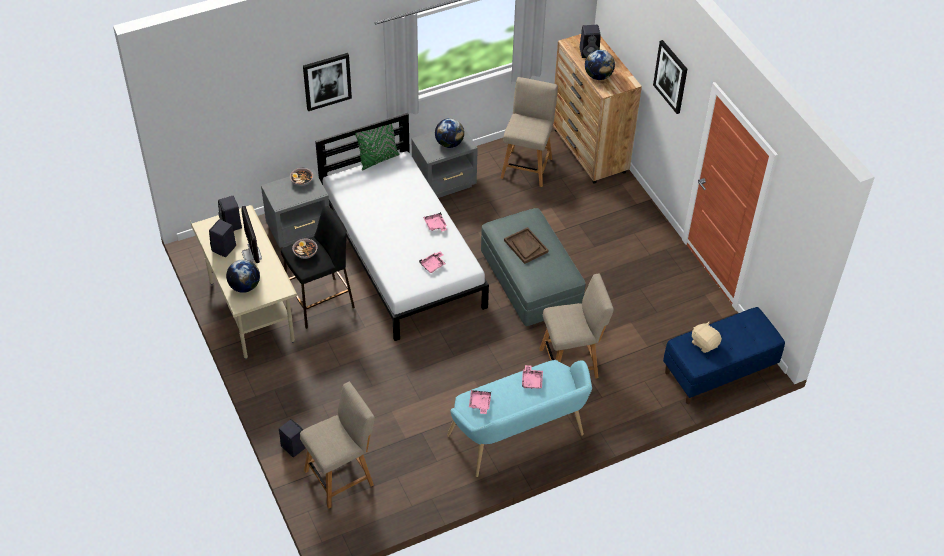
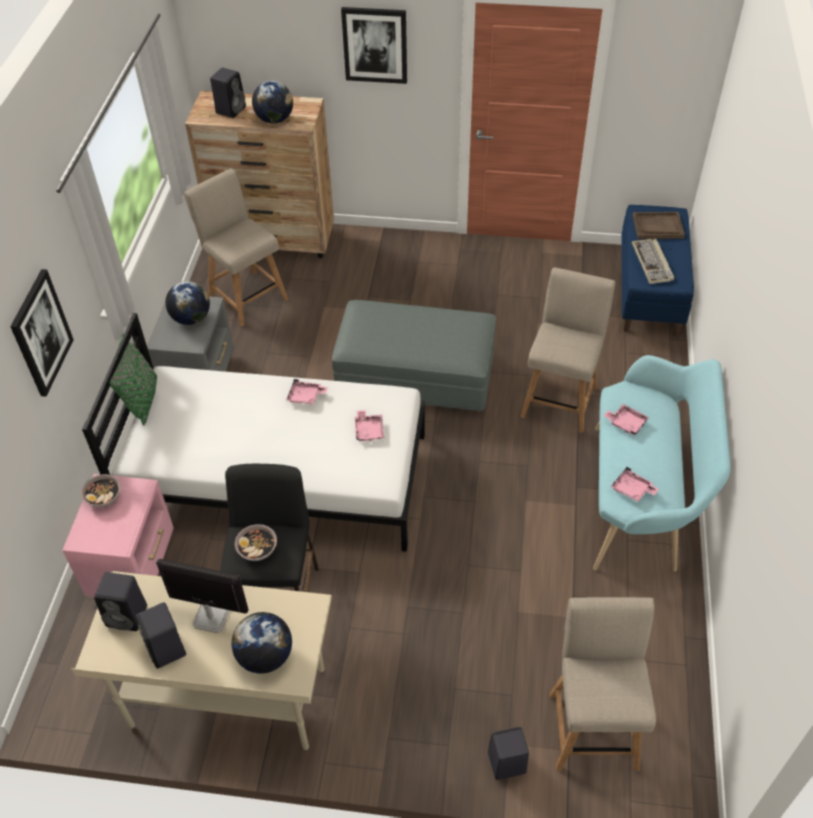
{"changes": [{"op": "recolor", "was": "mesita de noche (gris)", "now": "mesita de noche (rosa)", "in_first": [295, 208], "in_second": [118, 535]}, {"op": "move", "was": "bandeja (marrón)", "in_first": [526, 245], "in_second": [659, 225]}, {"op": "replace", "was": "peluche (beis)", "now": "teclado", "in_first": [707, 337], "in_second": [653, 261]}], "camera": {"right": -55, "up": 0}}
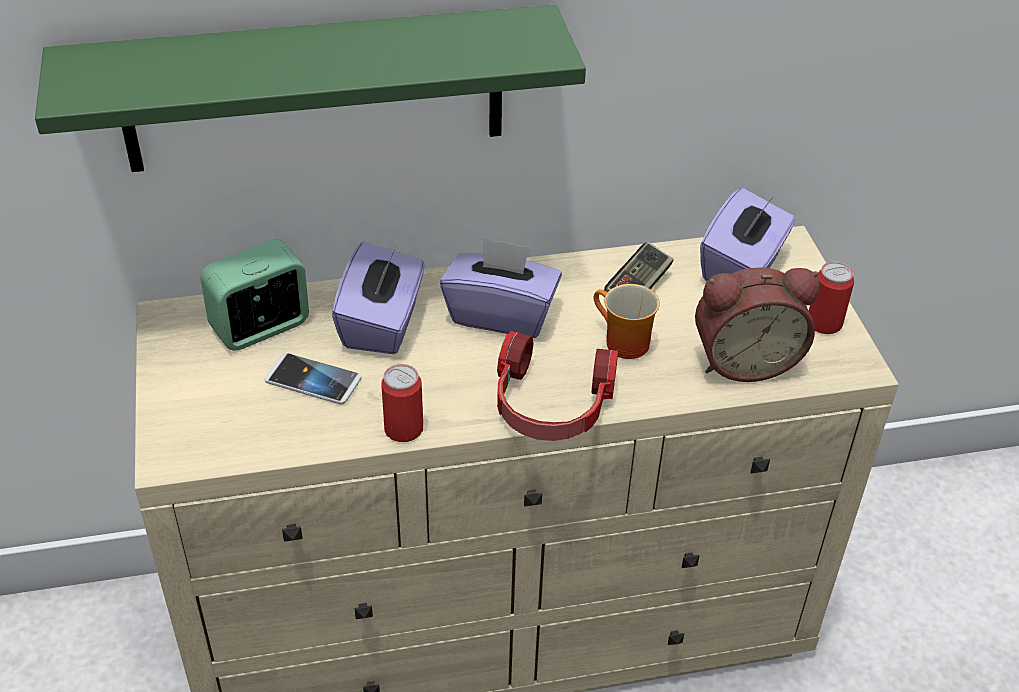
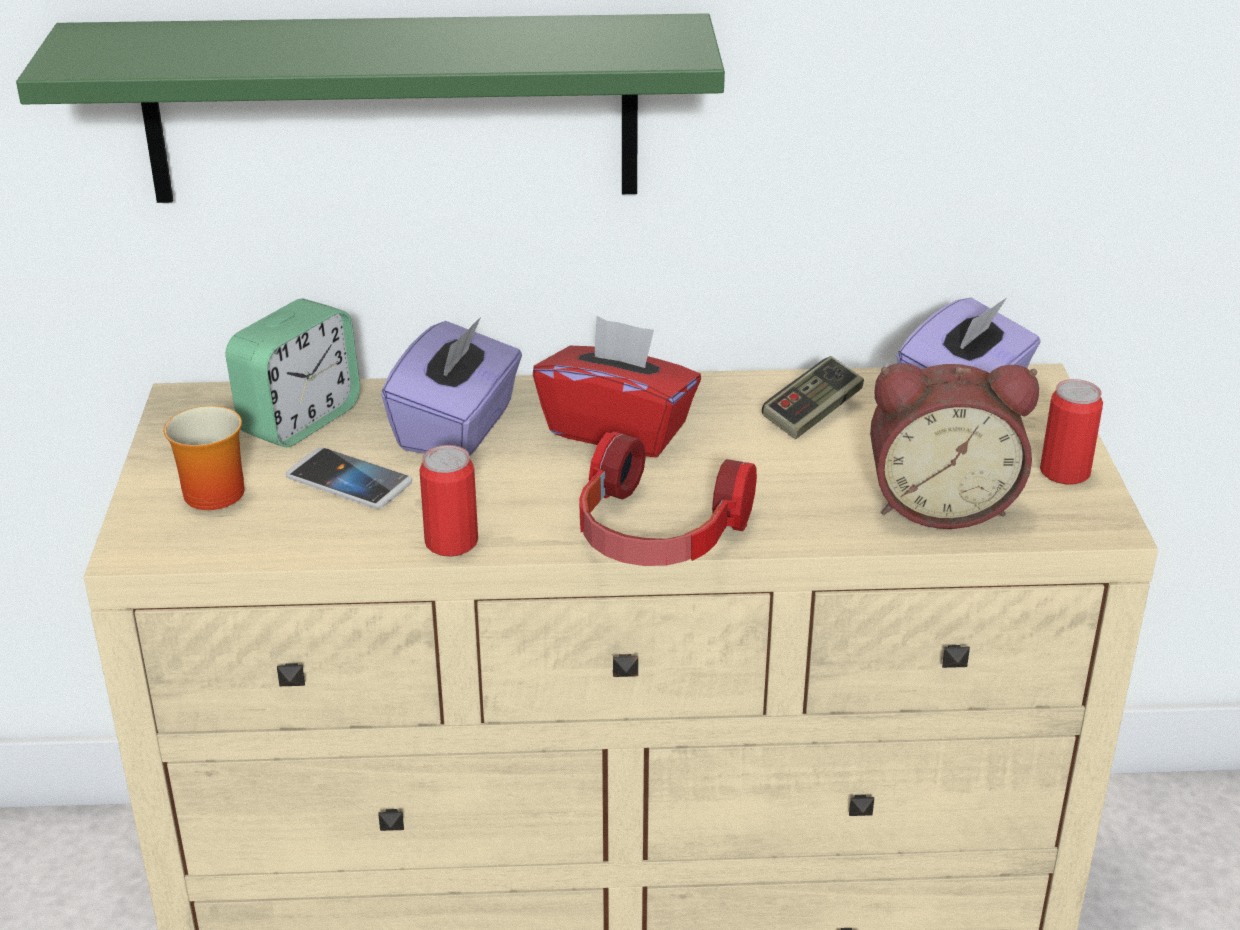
{"changes": [{"op": "recolor", "was": "caja de pañuelos (morado)", "now": "caja de pañuelos (rojo)", "in_first": [501, 287], "in_second": [617, 387]}, {"op": "rotate", "was": "despertador", "in_first": [254, 295], "in_second": [293, 373], "clockwise": 150}, {"op": "move", "was": "taza grande", "in_first": [627, 321], "in_second": [204, 458]}], "camera": {"right": 10, "up": -10}}
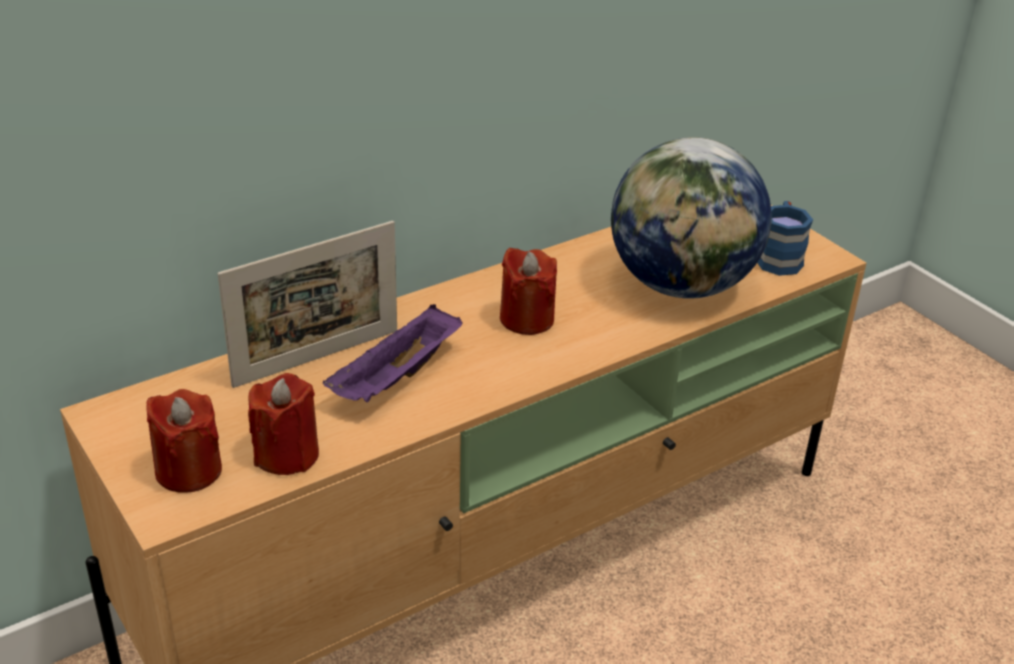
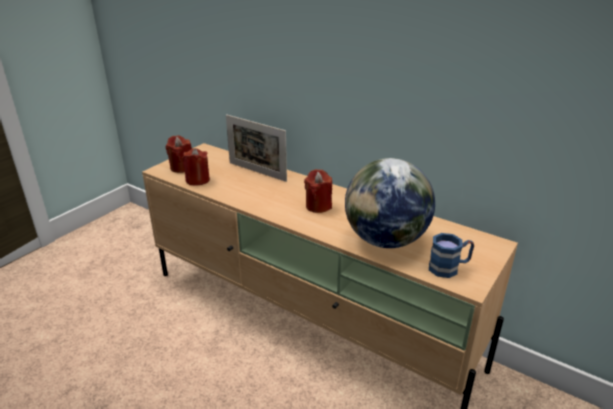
{"changes": [{"op": "delete", "was": "bandeja (morado)", "in_first": [393, 353]}], "camera": {"right": 70, "up": -5}}
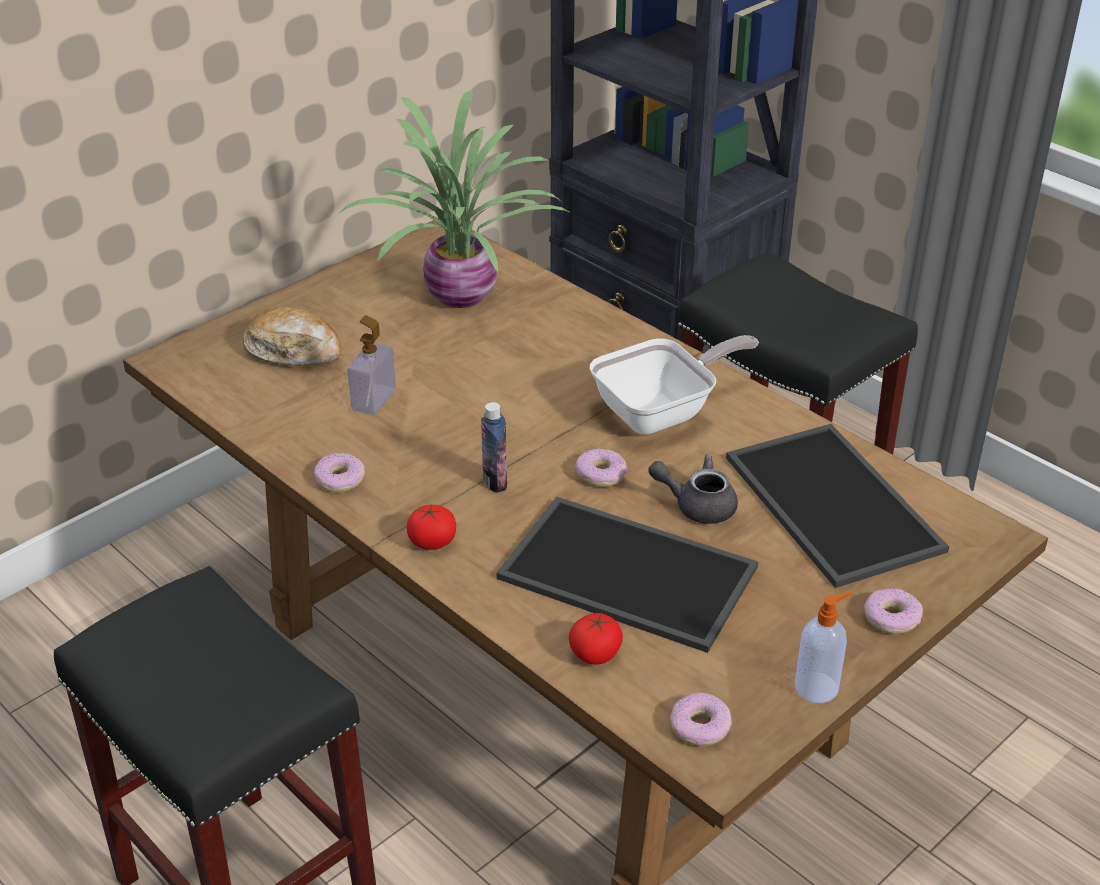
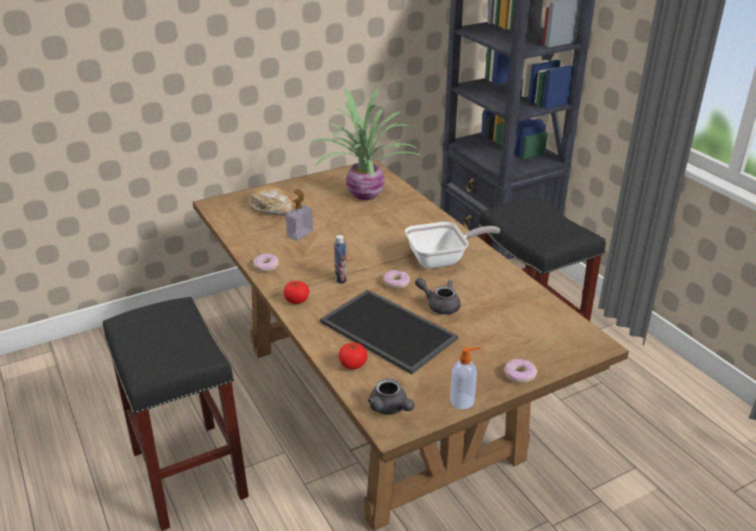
{"changes": [{"op": "delete", "was": "bandeja", "in_first": [837, 506]}, {"op": "replace", "was": "rosquilla", "now": "tetera (gris)", "in_first": [701, 719], "in_second": [391, 397]}], "camera": {"right": 15, "up": -5}}
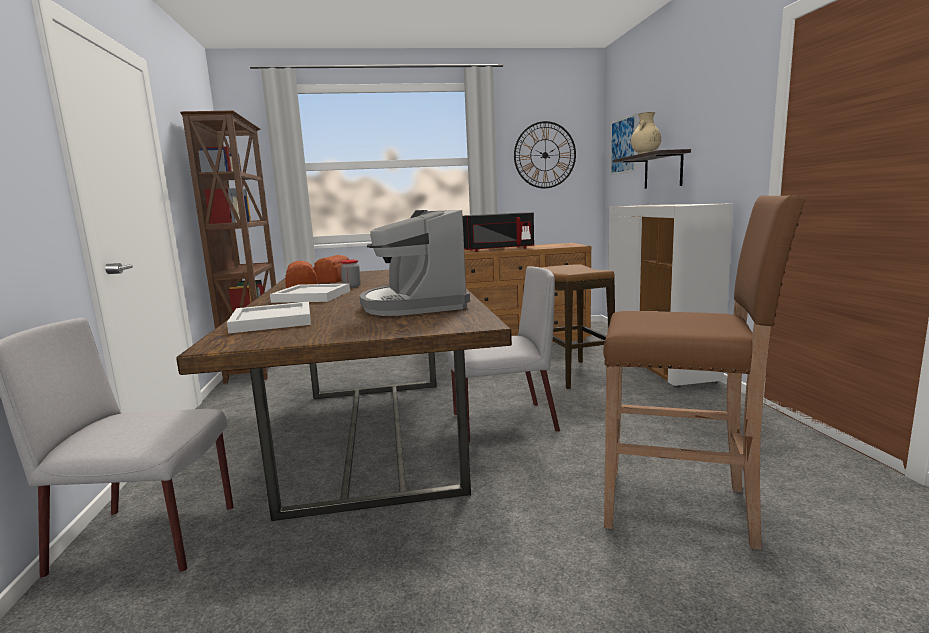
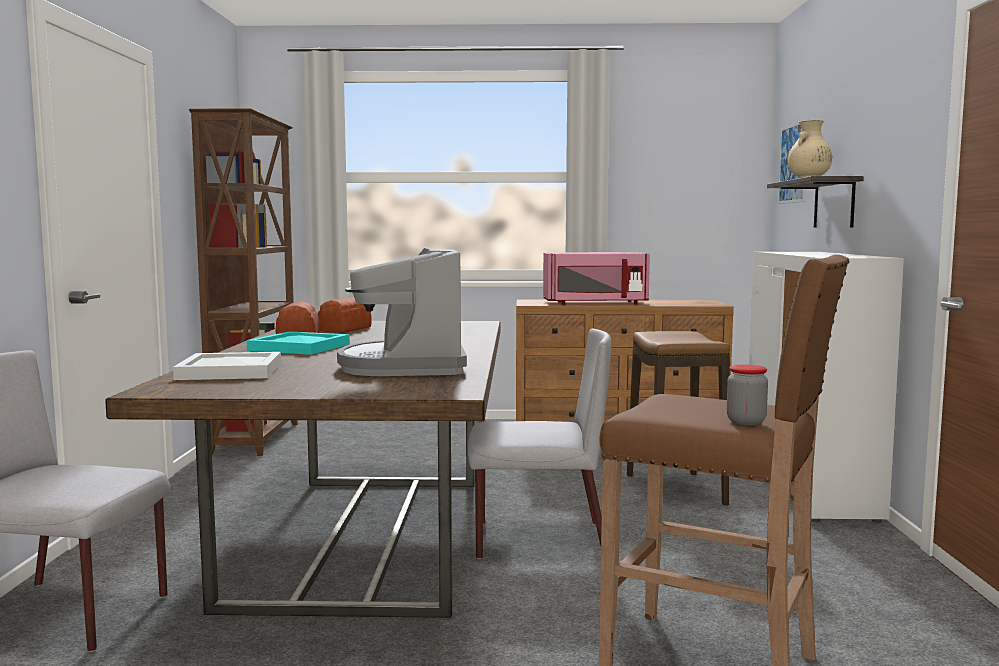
{"changes": [{"op": "delete", "was": "reloj de pared", "in_first": [545, 154]}, {"op": "recolor", "was": "microondas (negro)", "now": "microondas (rosa)", "in_first": [498, 232], "in_second": [596, 278]}, {"op": "move", "was": "tarro", "in_first": [350, 274], "in_second": [747, 394]}, {"op": "recolor", "was": "bandeja (blanco)", "now": "bandeja (turquesa)", "in_first": [310, 293], "in_second": [298, 343]}], "camera": {"right": 10, "up": -5}}
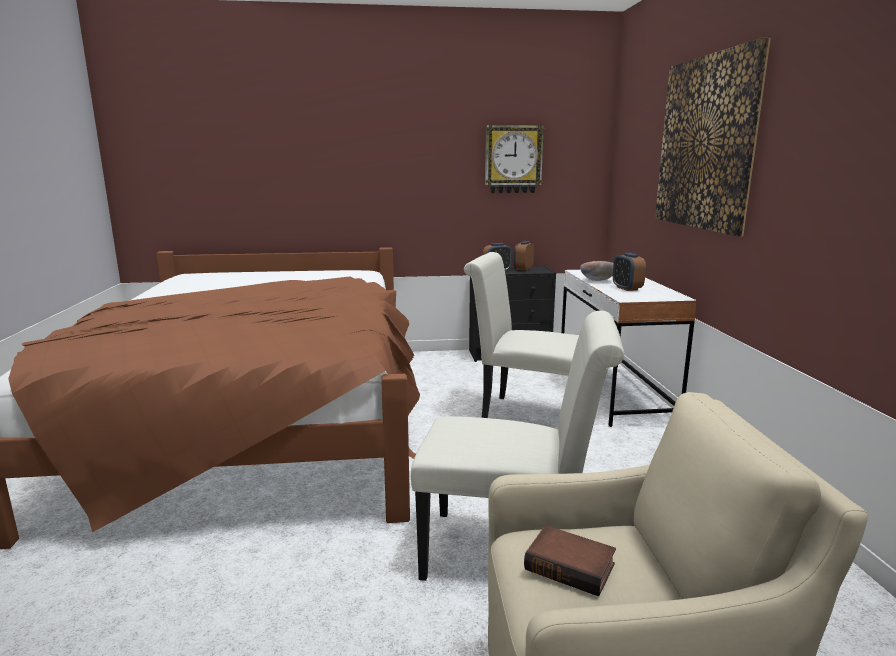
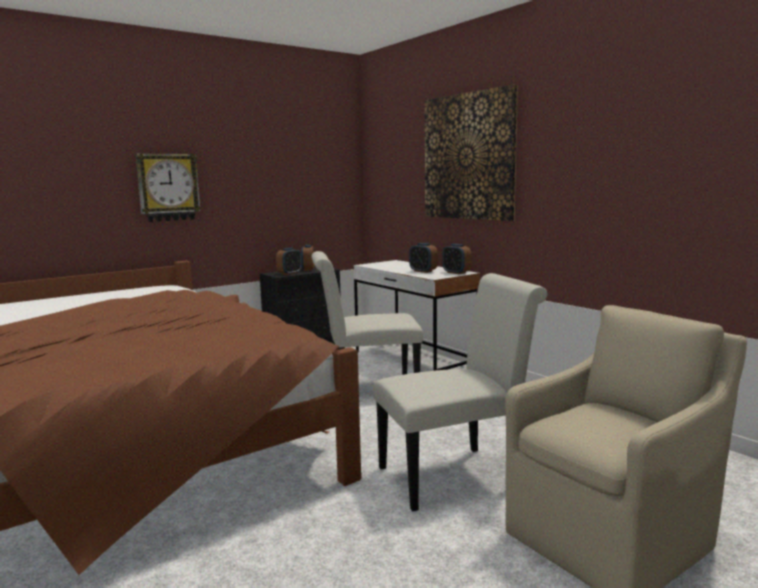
{"changes": [{"op": "move", "was": "reloj de pared", "in_first": [514, 159], "in_second": [168, 187]}, {"op": "delete", "was": "cuenco", "in_first": [597, 271]}, {"op": "delete", "was": "libro", "in_first": [570, 561]}, {"op": "insert", "now": "despertador", "in_second": [456, 259]}], "camera": {"right": -30, "up": -5}}
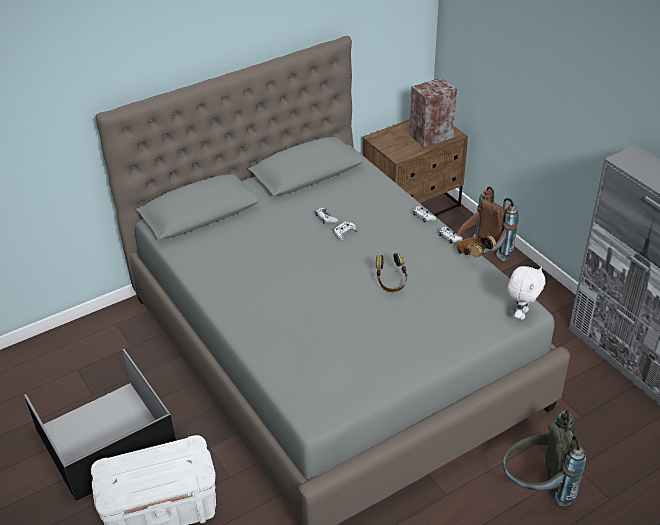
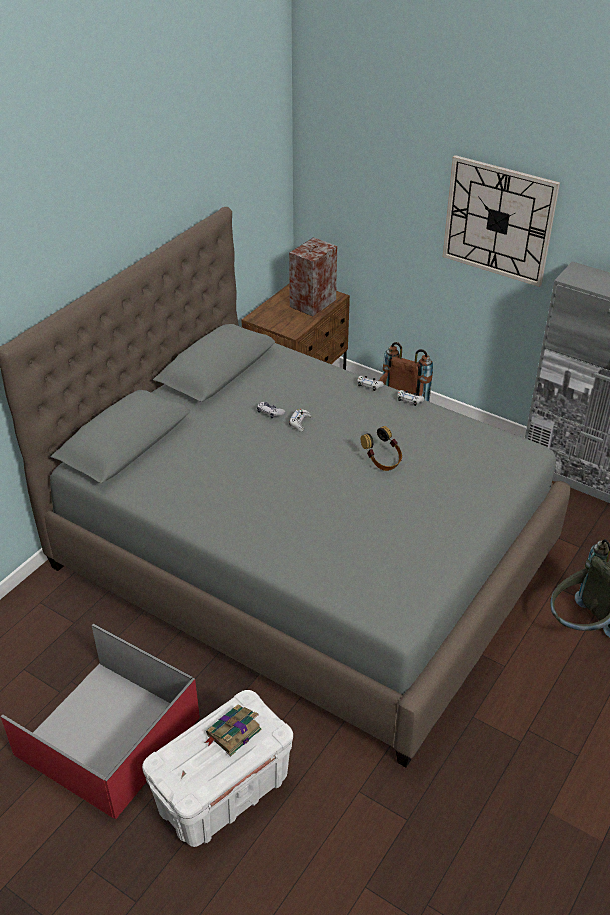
{"changes": [{"op": "delete", "was": "auriculares", "in_first": [476, 246]}, {"op": "delete", "was": "peluche (blanco)", "in_first": [526, 293]}, {"op": "recolor", "was": "caja de almacenaje (negro)", "now": "caja de almacenaje (rojo)", "in_first": [100, 425], "in_second": [100, 721]}, {"op": "insert", "now": "reloj de pared", "in_second": [501, 221]}, {"op": "insert", "now": "libro", "in_second": [233, 730]}], "camera": {"right": -25, "up": 0}}
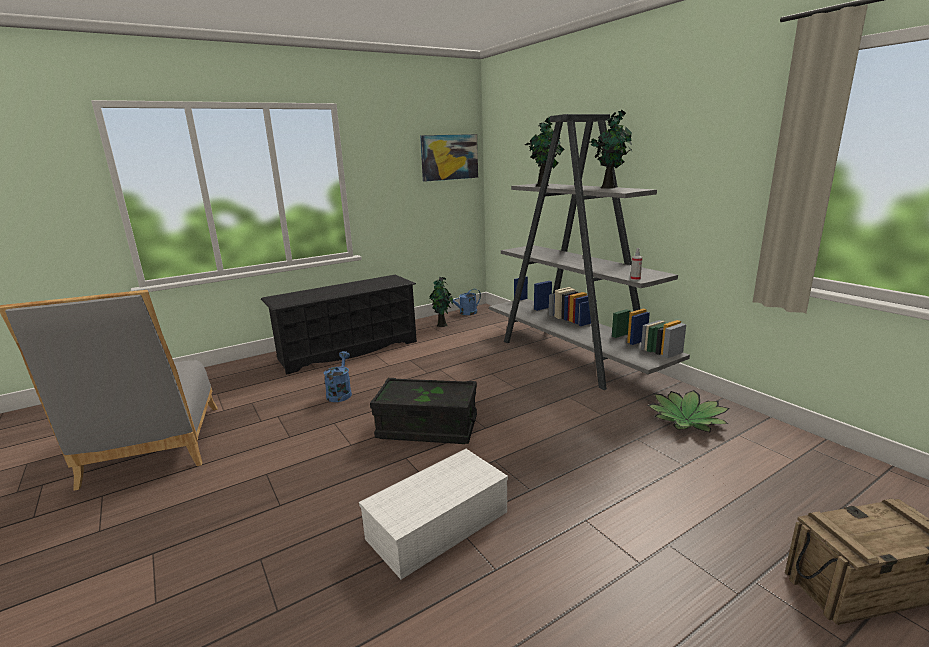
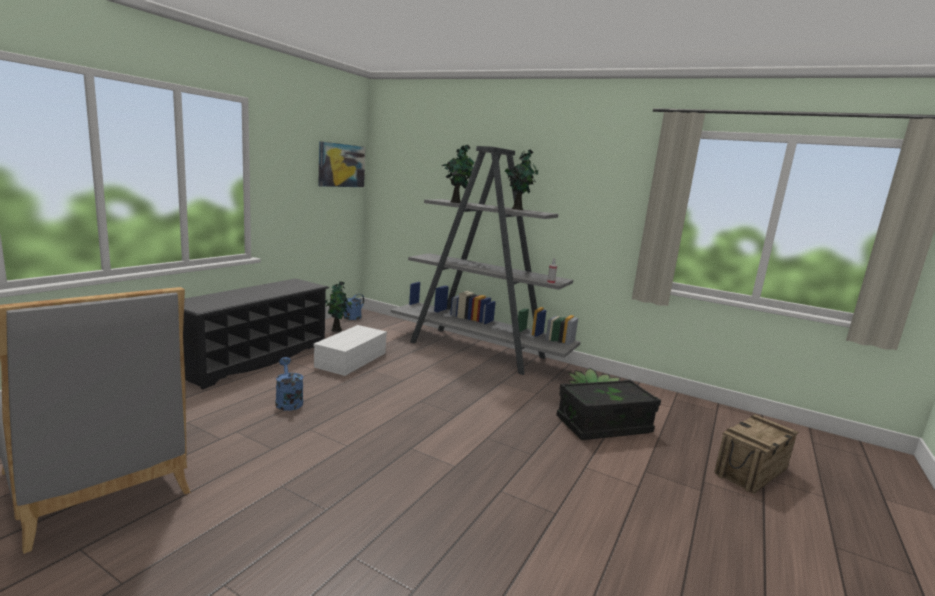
{"changes": [{"op": "move", "was": "caja de almacenaje (negro)", "in_first": [423, 411], "in_second": [609, 410]}, {"op": "move", "was": "caja de almacenaje (blanco)", "in_first": [433, 514], "in_second": [350, 350]}], "camera": {"right": -30, "up": -5}}
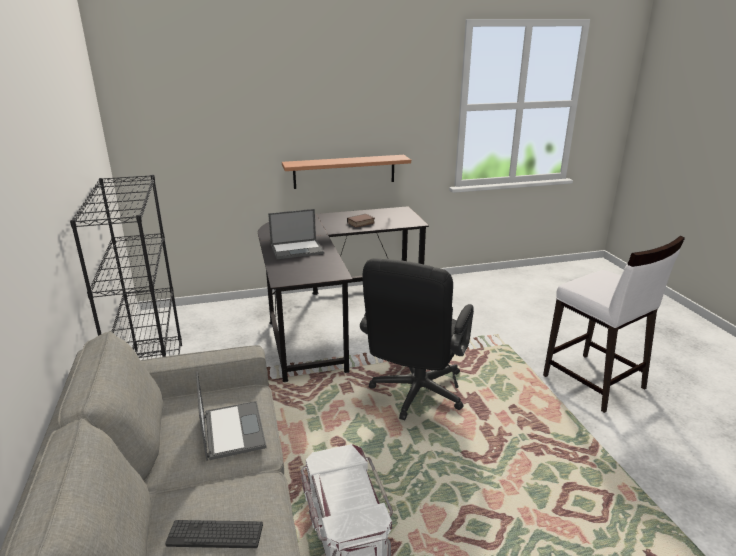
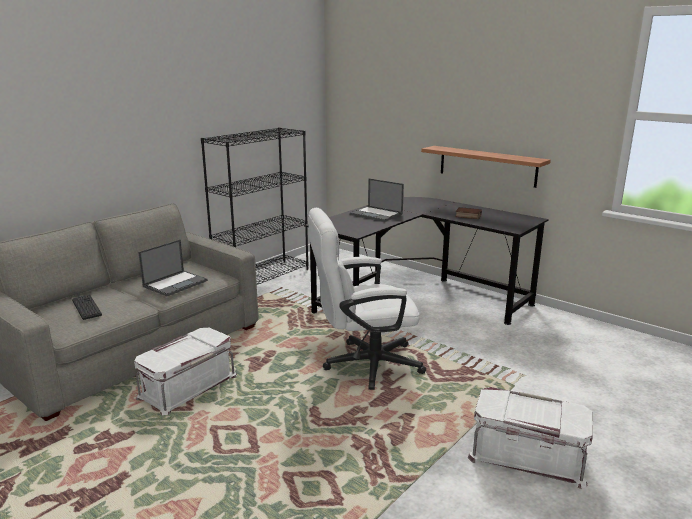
{"changes": [{"op": "replace", "was": "taburete (blanco)", "now": "caja de almacenaje (blanco)", "in_first": [614, 324], "in_second": [530, 438]}, {"op": "recolor", "was": "silla de oficina (negro)", "now": "silla de oficina (blanco)", "in_first": [417, 339], "in_second": [367, 299]}], "camera": {"right": 55, "up": -5}}
